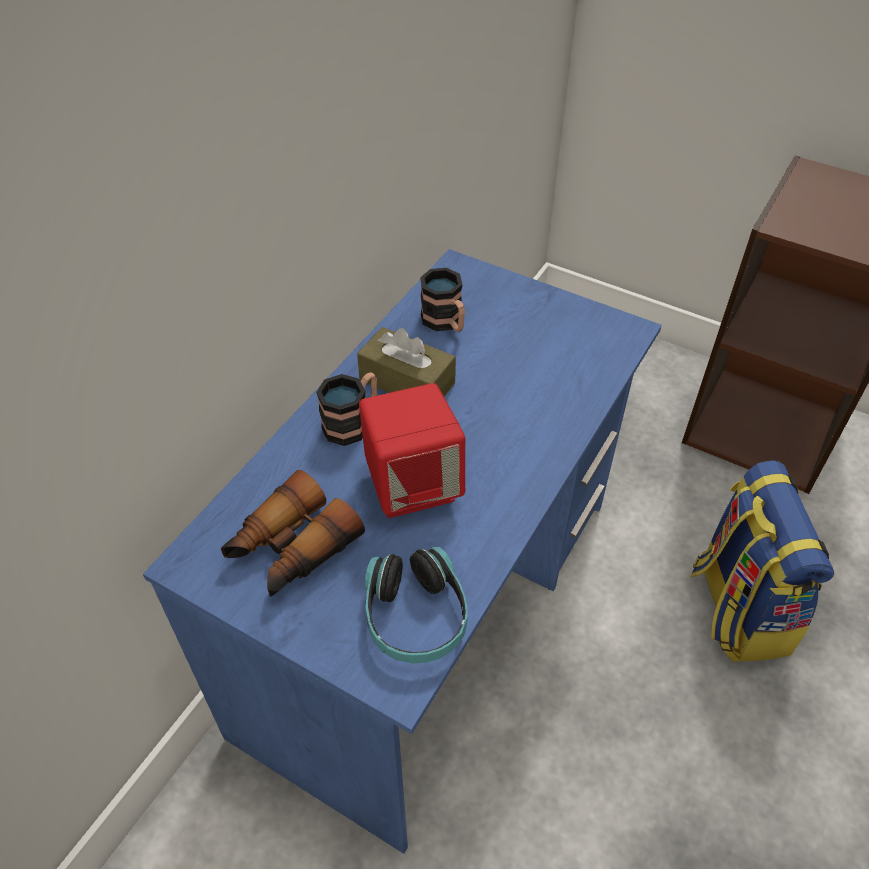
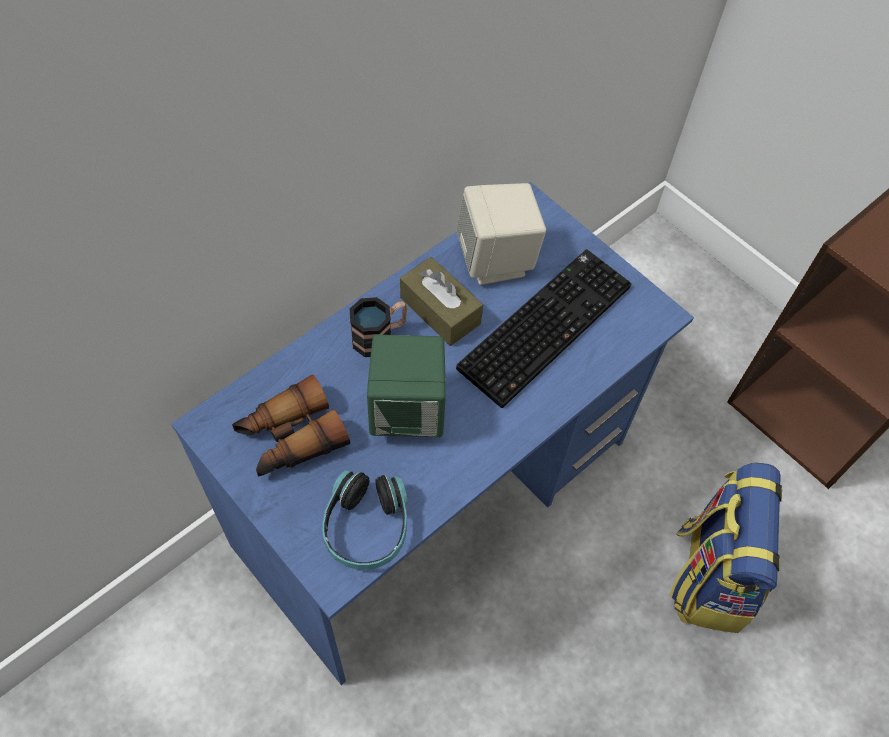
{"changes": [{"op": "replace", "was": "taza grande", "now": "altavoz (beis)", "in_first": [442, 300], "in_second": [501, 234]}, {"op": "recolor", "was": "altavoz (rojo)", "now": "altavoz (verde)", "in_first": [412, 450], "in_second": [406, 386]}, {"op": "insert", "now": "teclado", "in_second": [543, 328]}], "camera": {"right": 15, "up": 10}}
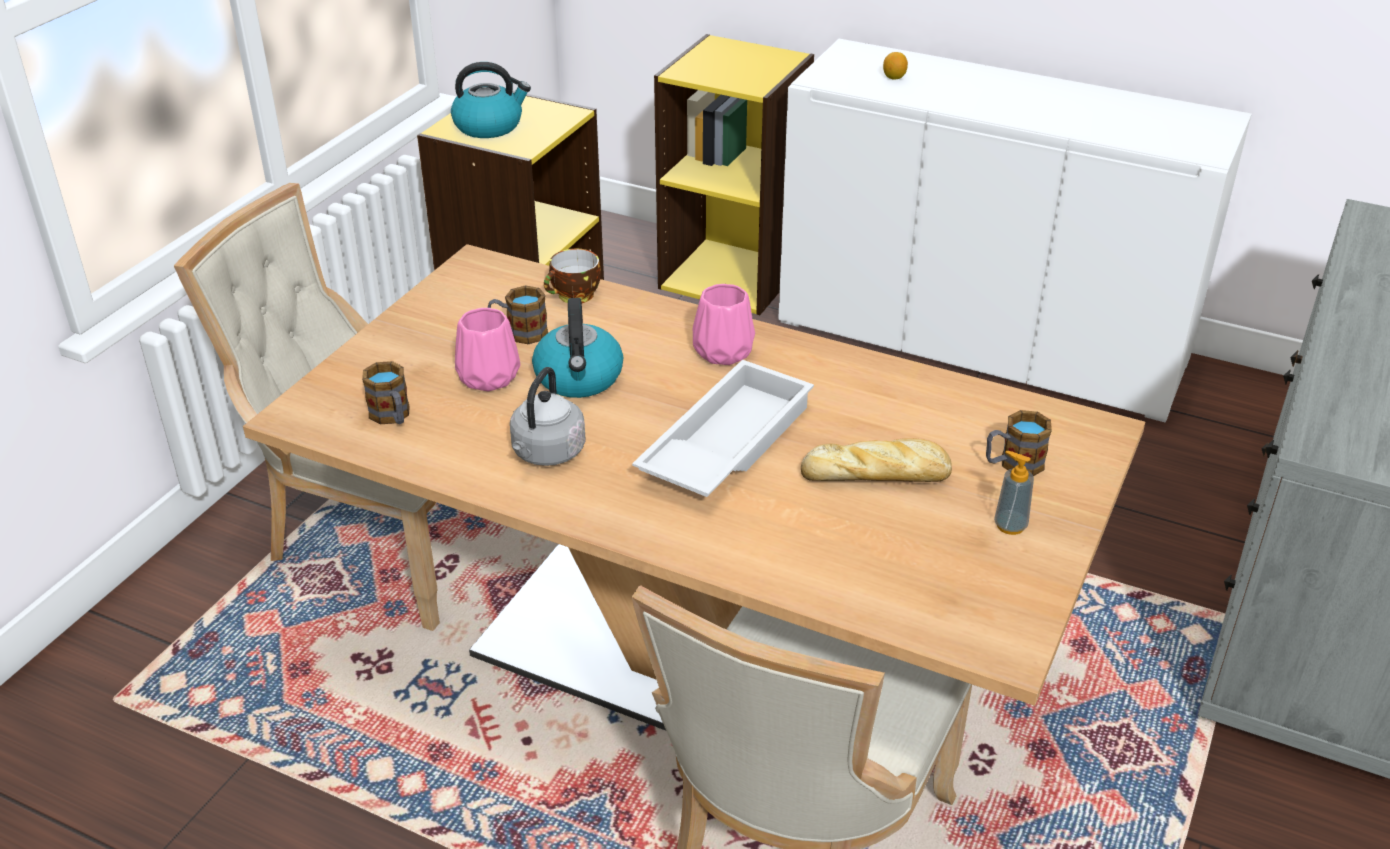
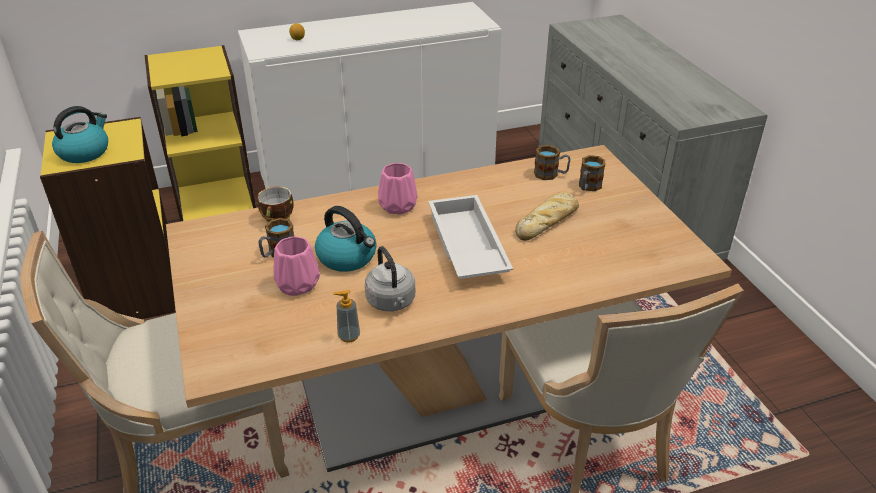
{"changes": [{"op": "move", "was": "taza grande", "in_first": [386, 392], "in_second": [552, 162]}, {"op": "move", "was": "dispensador de jabón", "in_first": [1014, 493], "in_second": [346, 316]}], "camera": {"right": -45, "up": 0}}
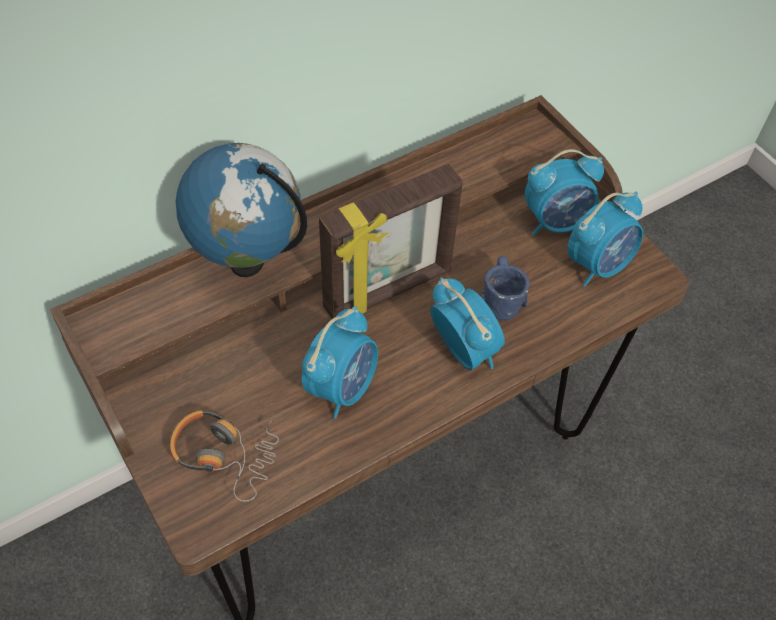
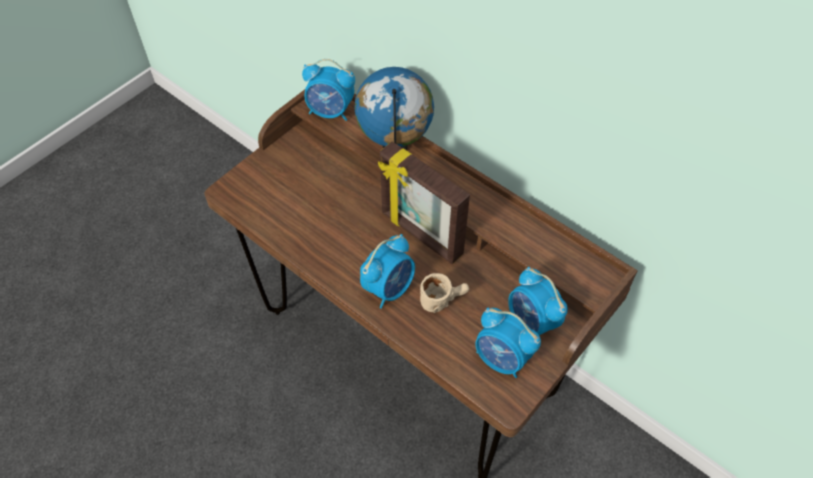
{"changes": [{"op": "recolor", "was": "taza grande (azul)", "now": "taza grande (beis)", "in_first": [506, 288], "in_second": [444, 293]}, {"op": "move", "was": "despertador", "in_first": [340, 362], "in_second": [328, 90]}, {"op": "delete", "was": "auriculares", "in_first": [224, 456]}], "camera": {"right": 75, "up": 0}}
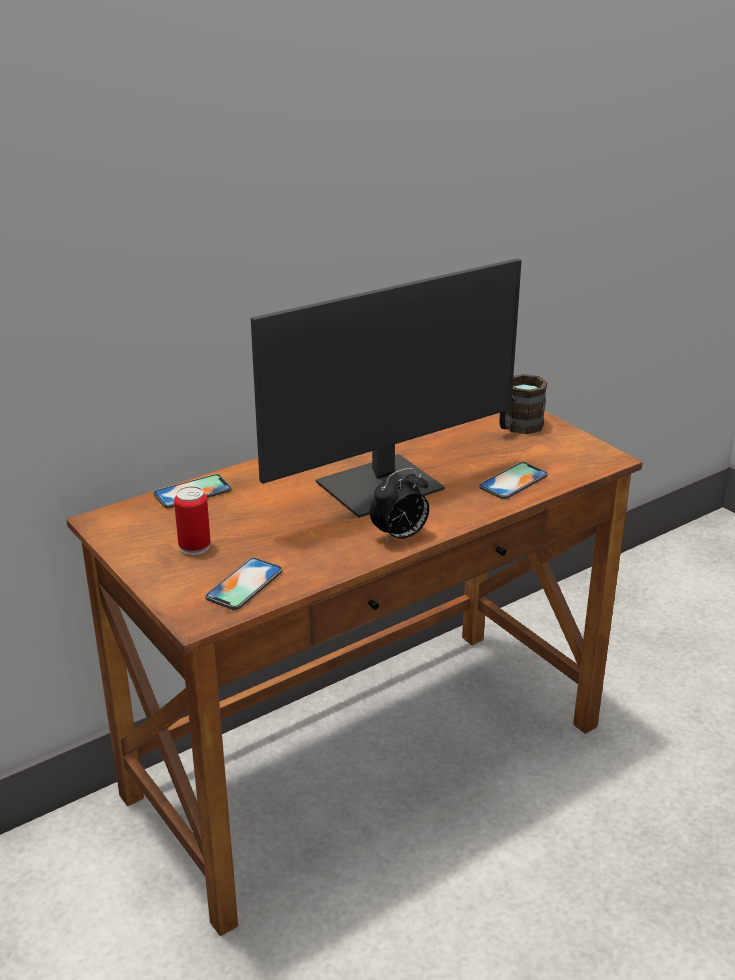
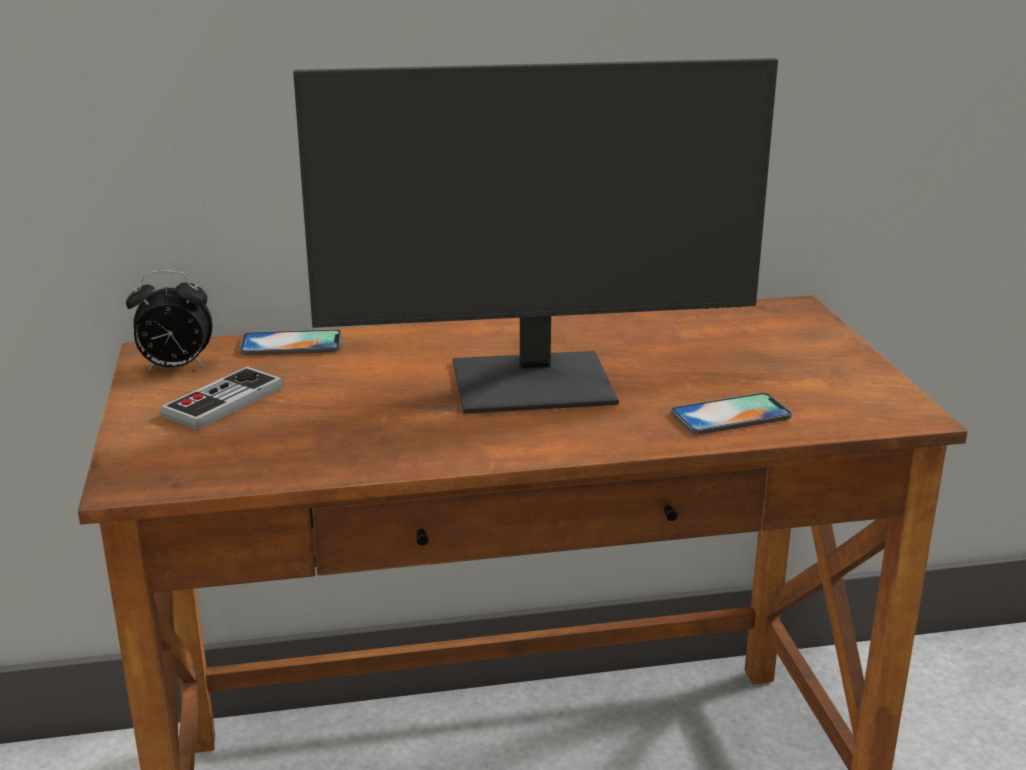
{"changes": [{"op": "delete", "was": "taza grande (marrón)", "in_first": [524, 404]}, {"op": "move", "was": "despertador", "in_first": [399, 506], "in_second": [169, 320]}, {"op": "replace", "was": "lata", "now": "mando de consola", "in_first": [192, 520], "in_second": [221, 398]}, {"op": "delete", "was": "móvil", "in_first": [243, 584]}], "camera": {"right": 25, "up": -5}}
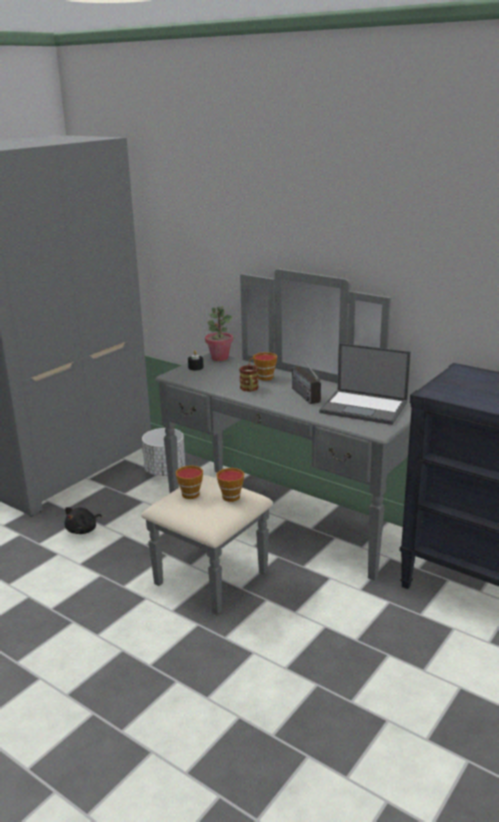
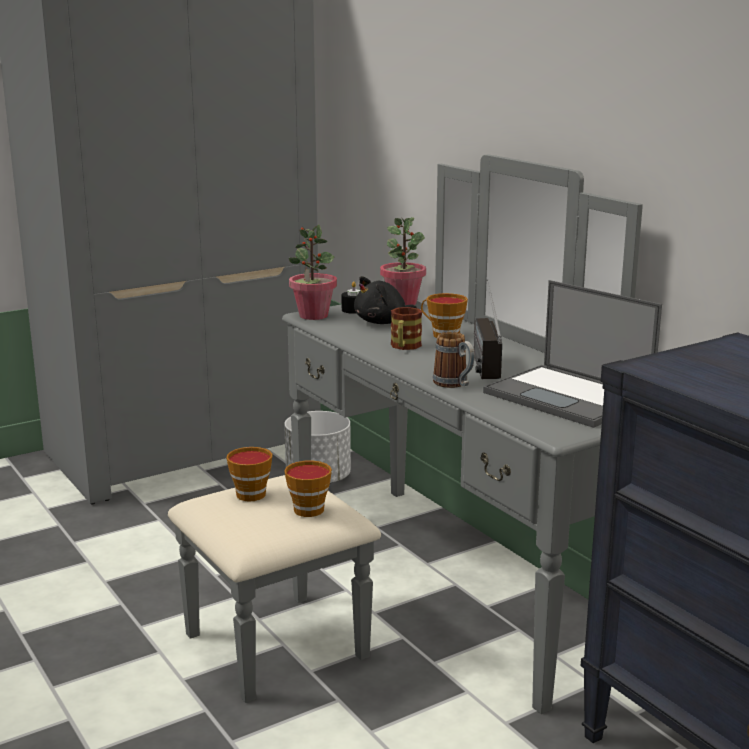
{"changes": [{"op": "move", "was": "peluche (negro)", "in_first": [83, 520], "in_second": [385, 300]}, {"op": "insert", "now": "planta en maceta", "in_second": [313, 272]}, {"op": "insert", "now": "taza grande", "in_second": [454, 360]}], "camera": {"right": 20, "up": -5}}
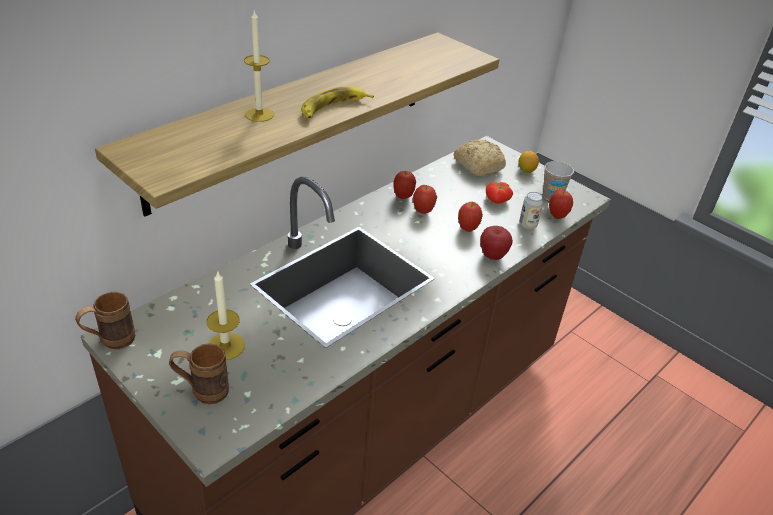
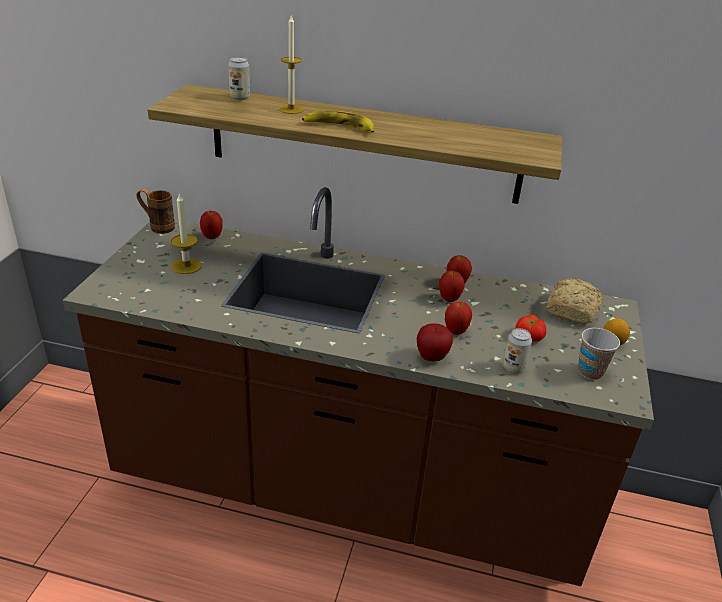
{"changes": [{"op": "move", "was": "manzana", "in_first": [561, 204], "in_second": [211, 225]}, {"op": "delete", "was": "taza grande (marrón)", "in_first": [199, 374]}, {"op": "insert", "now": "lata", "in_second": [239, 78]}], "camera": {"right": 60, "up": -5}}
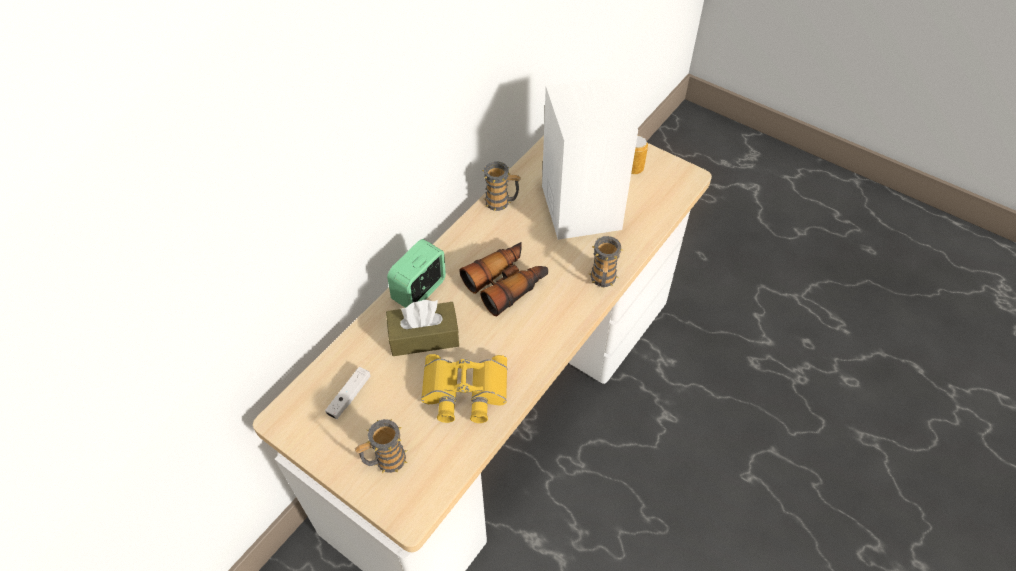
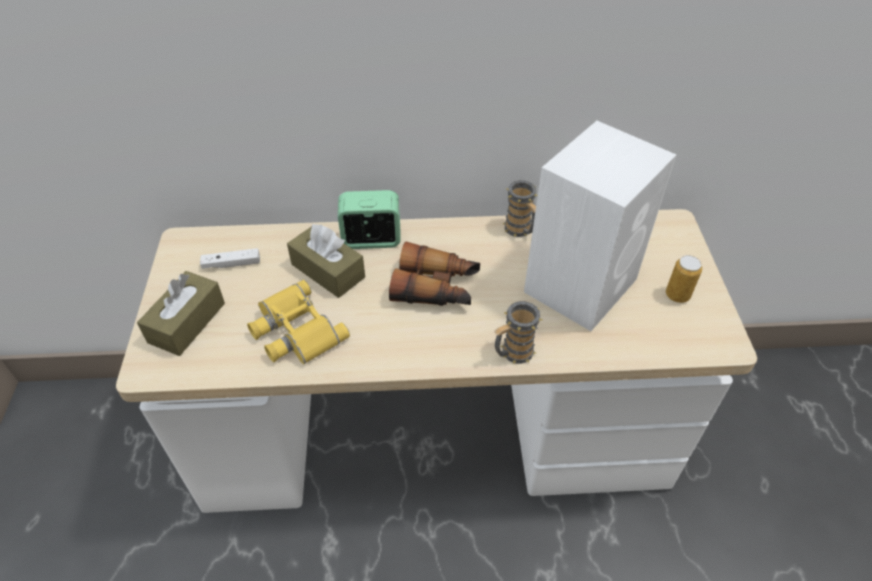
{"changes": [{"op": "replace", "was": "taza grande", "now": "caja de pañuelos (marrón)", "in_first": [381, 446], "in_second": [181, 313]}], "camera": {"right": 50, "up": -5}}
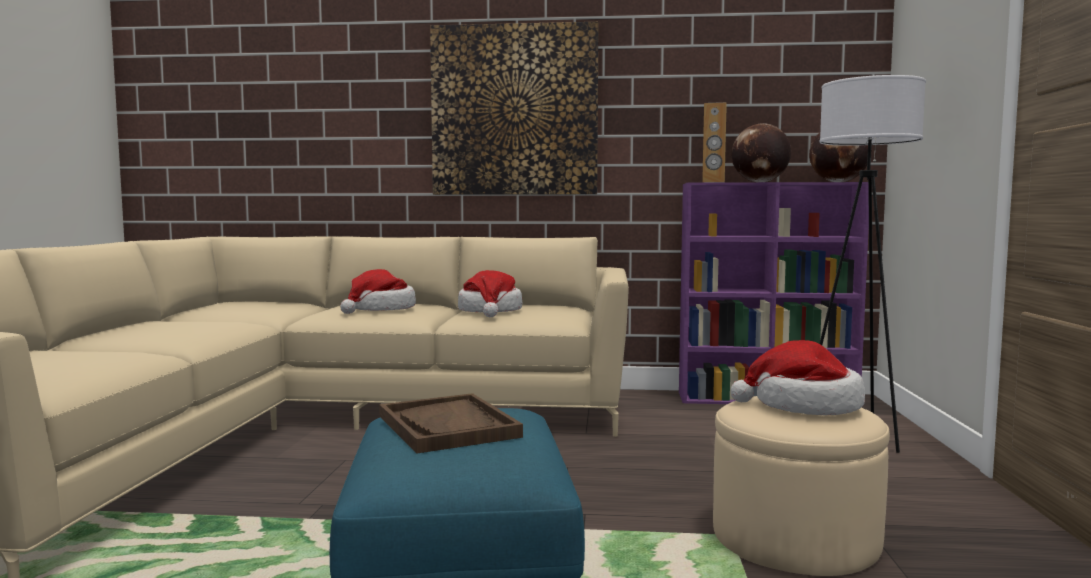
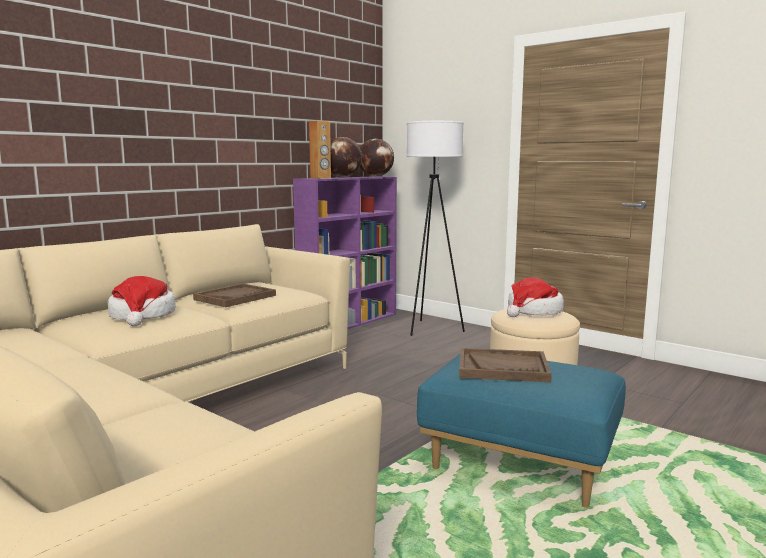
{"changes": [{"op": "delete", "was": "cuadro", "in_first": [514, 108]}, {"op": "replace", "was": "sombrero", "now": "bandeja (marrón)", "in_first": [490, 293], "in_second": [234, 295]}], "camera": {"right": -55, "up": 5}}
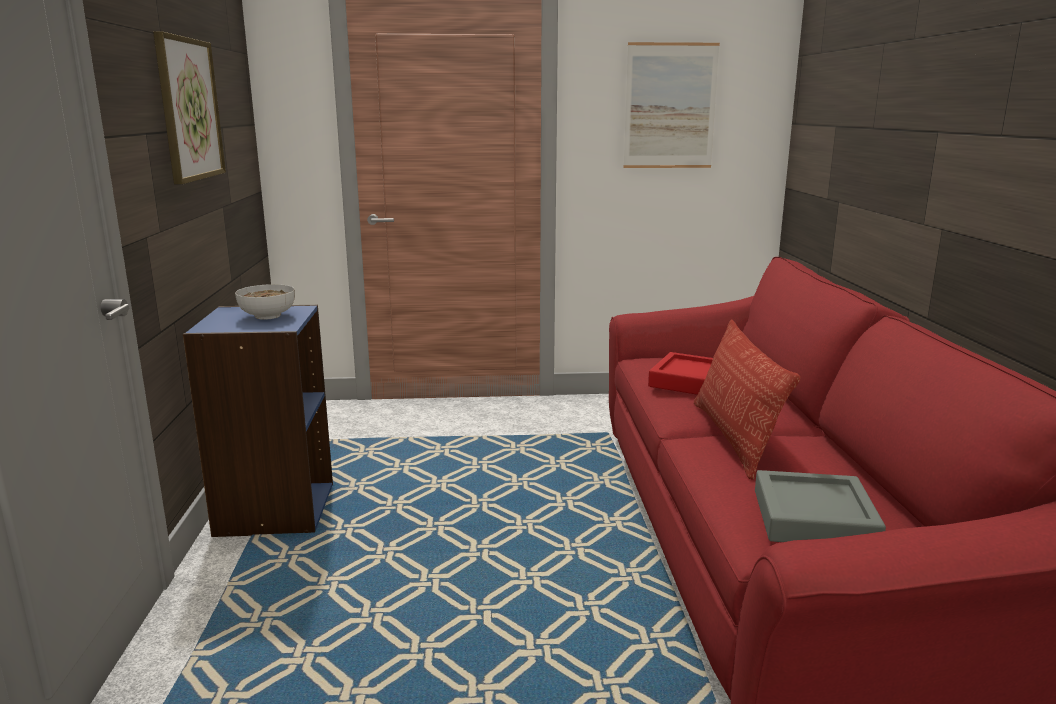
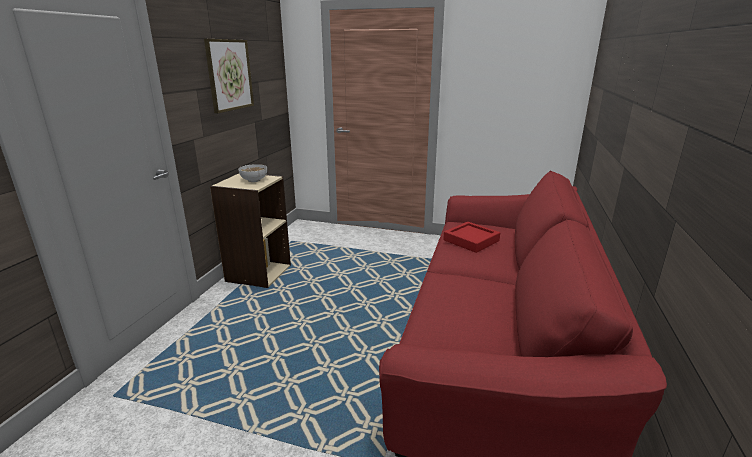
{"changes": [{"op": "delete", "was": "cuadro", "in_first": [671, 105]}, {"op": "recolor", "was": "estantería (azul)", "now": "estantería (beis)", "in_first": [258, 421], "in_second": [250, 231]}, {"op": "delete", "was": "cojín", "in_first": [747, 399]}, {"op": "delete", "was": "bandeja (gris)", "in_first": [820, 506]}], "camera": {"right": 20, "up": 5}}
